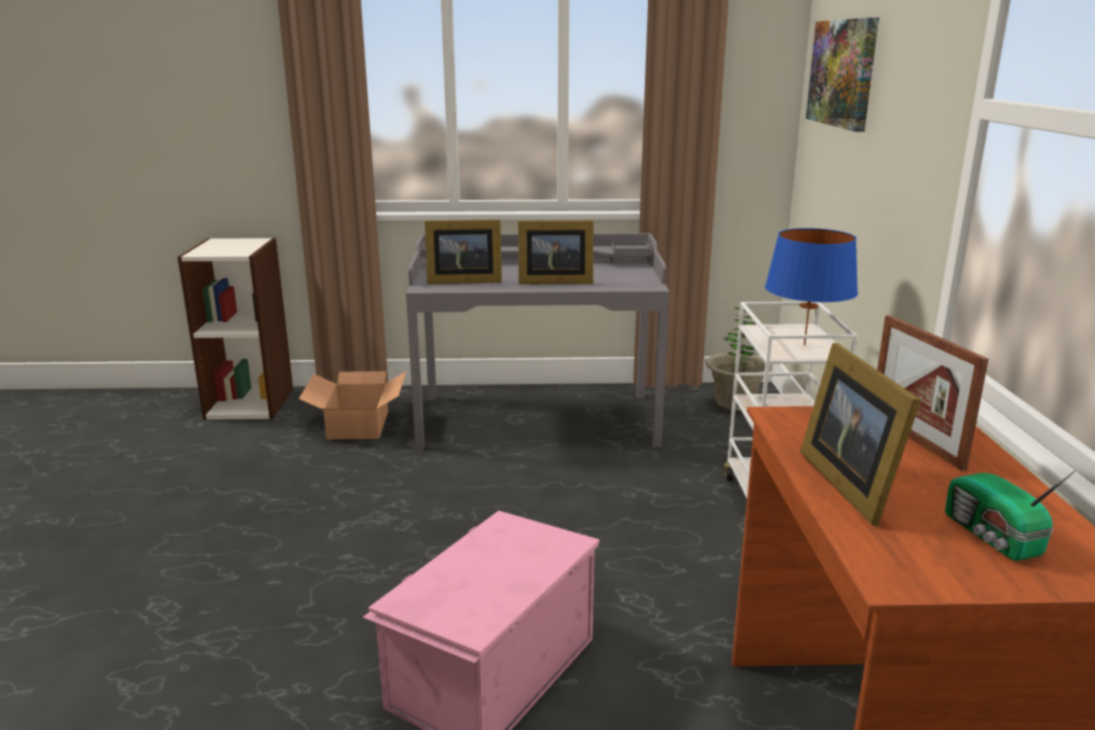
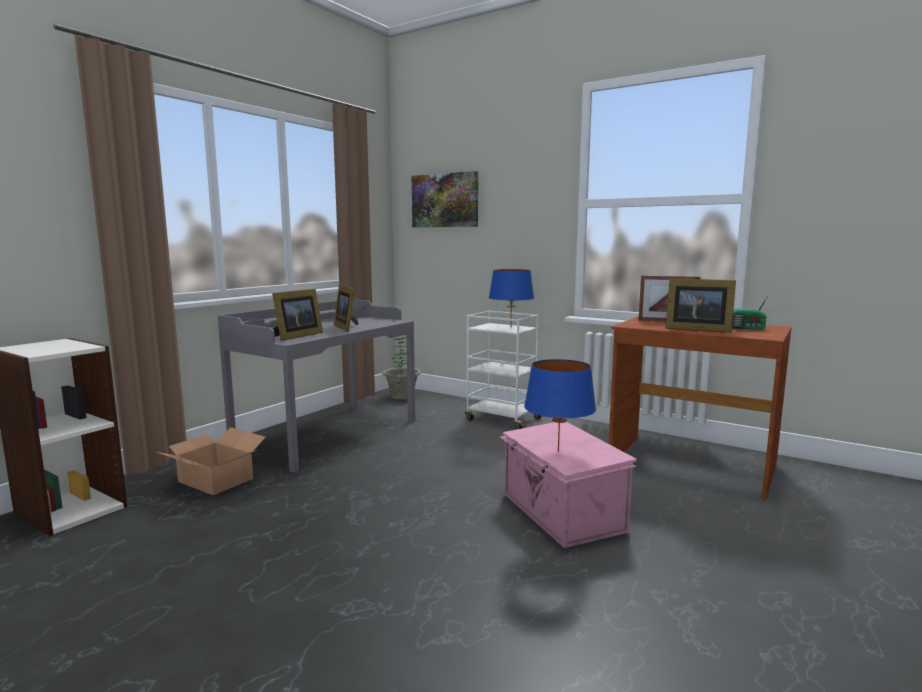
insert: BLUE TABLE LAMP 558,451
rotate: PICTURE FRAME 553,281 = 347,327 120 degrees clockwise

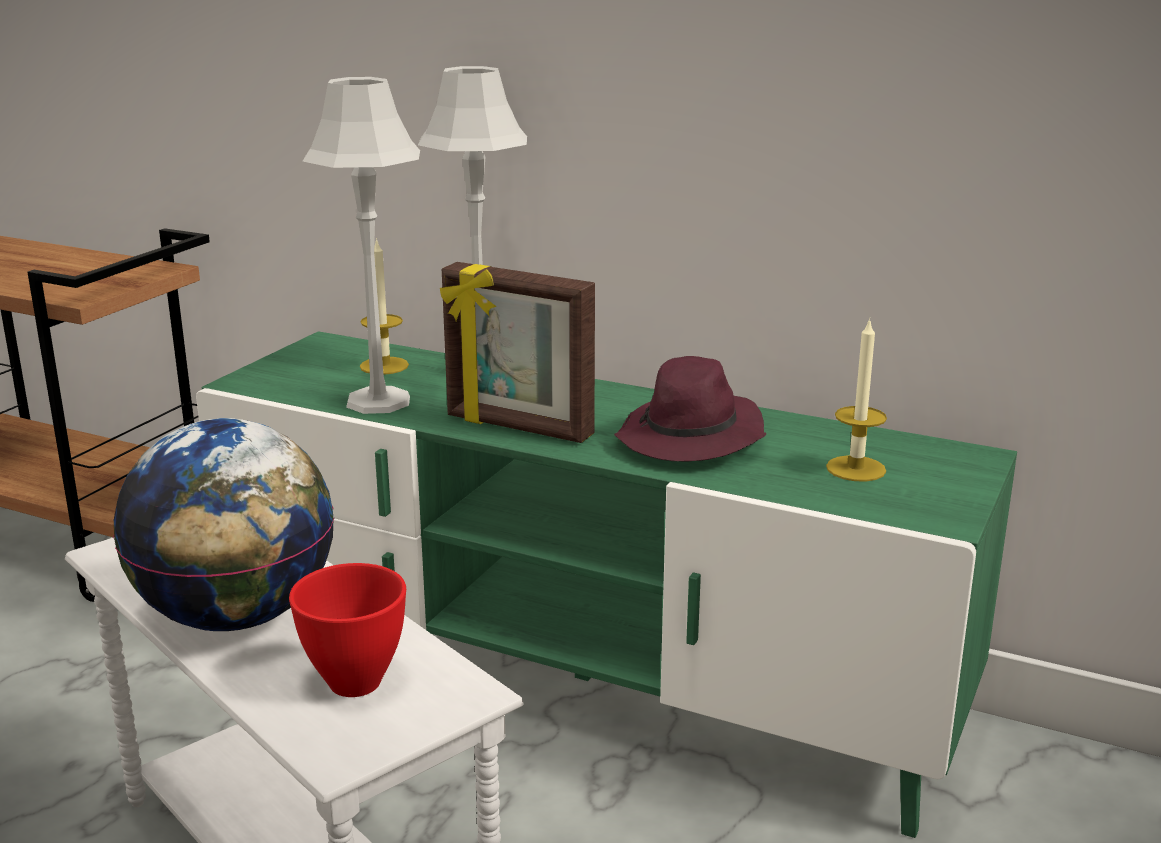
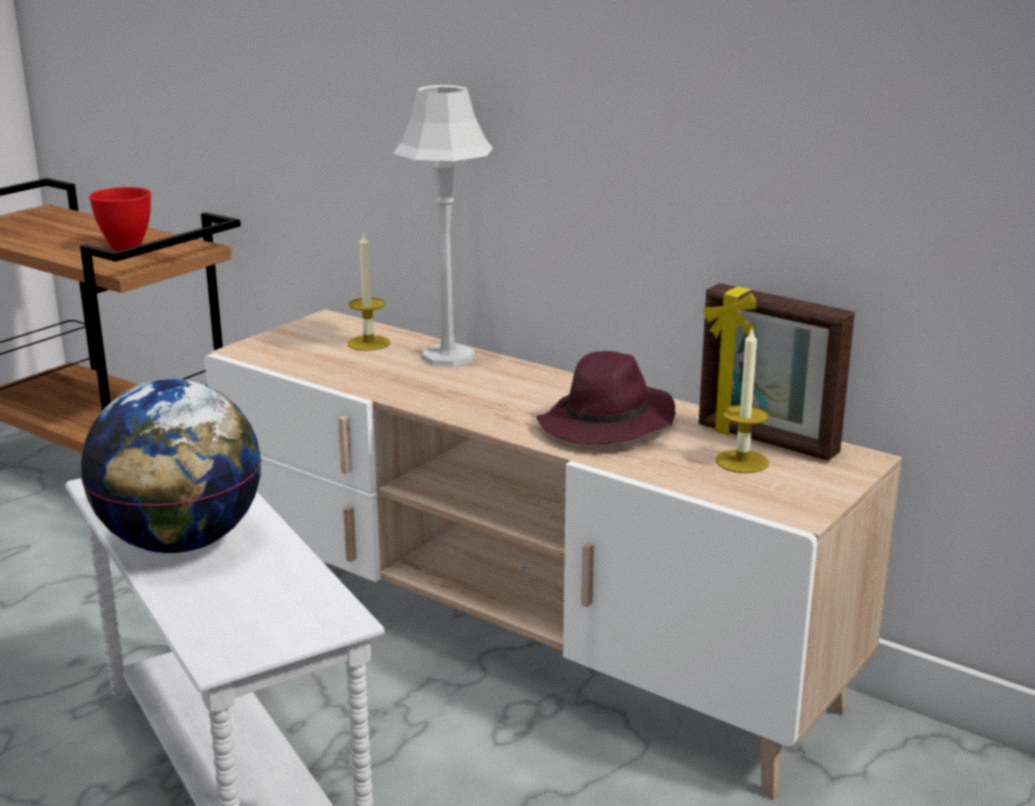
delete: GREY TABLE LAMP 379,401
move: RED BOWL 352,684 to 125,248; PICTURE FRAME 518,427 to 766,441
recolor: GREEN TV STAND 581,679 to BEIGE TV STAND 518,634

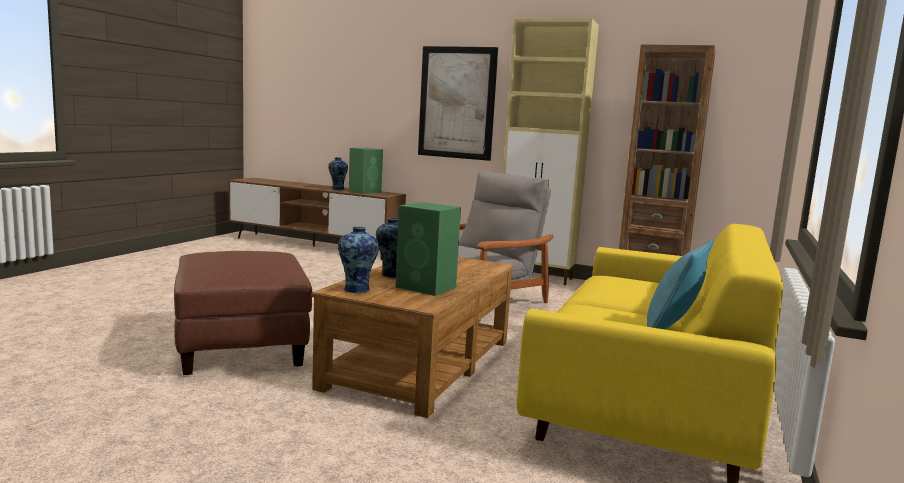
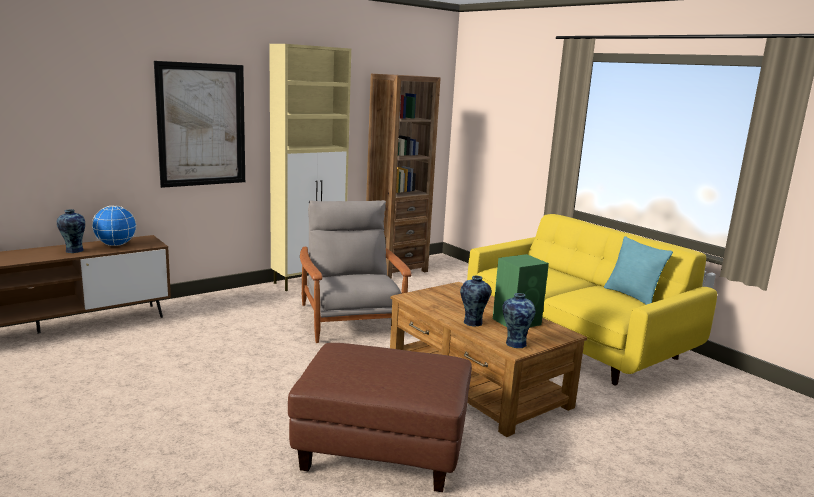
replace: GREEN SPEAKER 365,192 to GLOBE 115,245

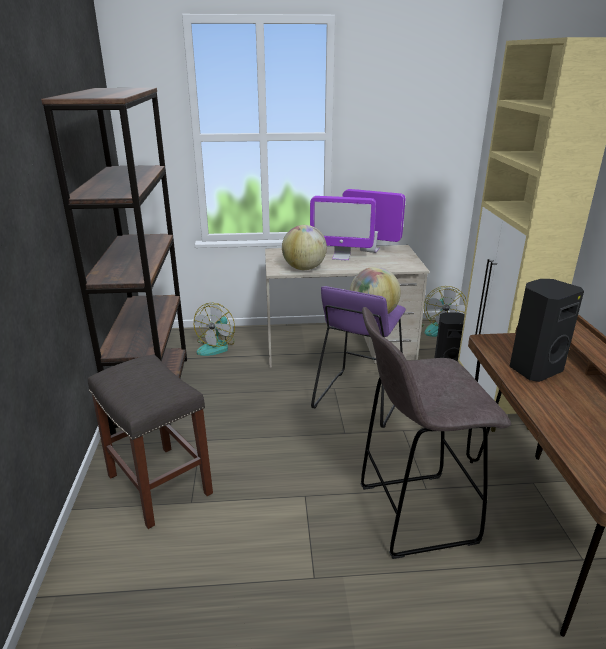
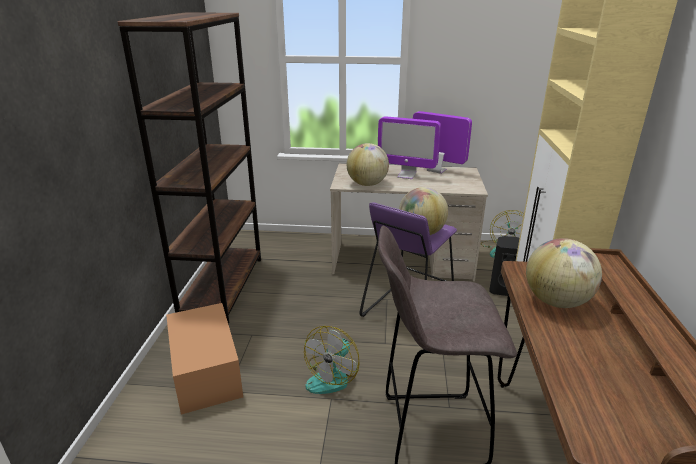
move: FAN 216,346 to 333,376
replace: GREY STOOL 161,485 to CARDBOARD BOX 206,371; BLACK SPEAKER 533,369 to GLOBE 556,301

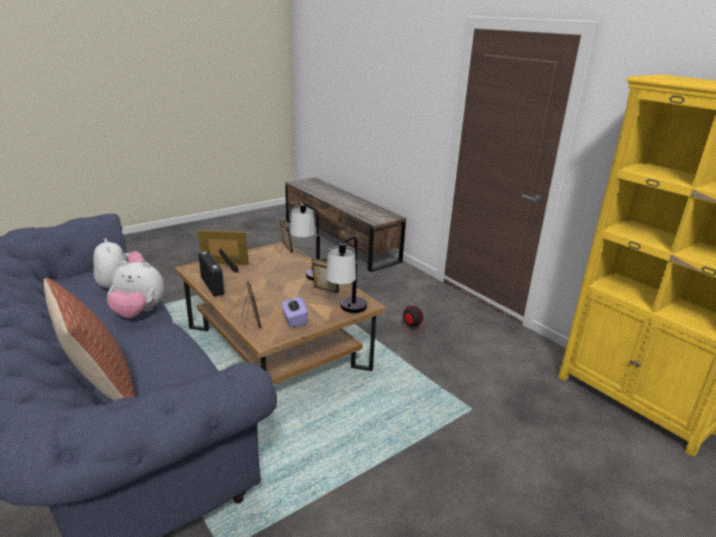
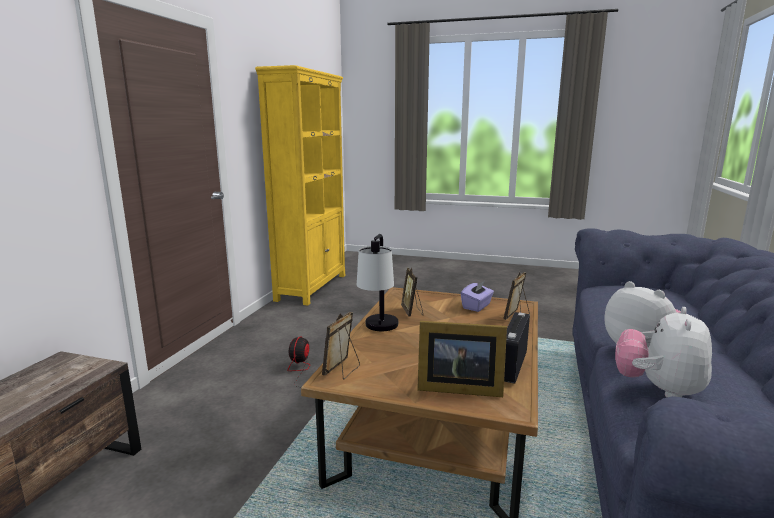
delete: PILLOW 100,388; TABLE LAMP 347,312
rotate: PICTURE FRAME 226,266 = 456,387 45 degrees counterclockwise

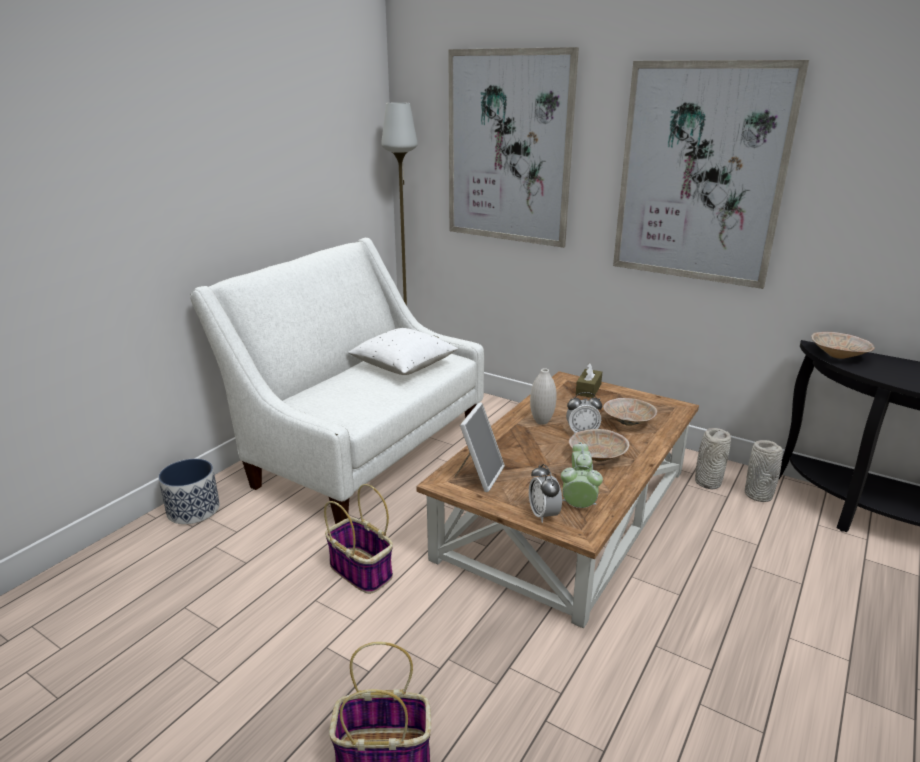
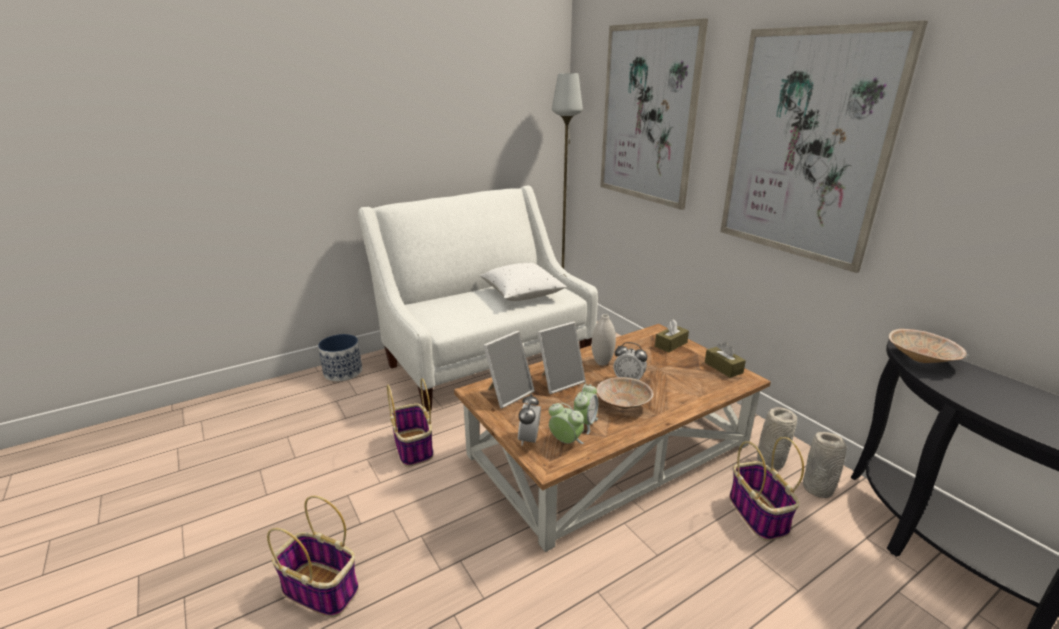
delete: BEIGE BOWL 628,422
insert: PICTURE FRAME 560,381; BROWN TISSUE BOX 723,368; BASKET 759,515

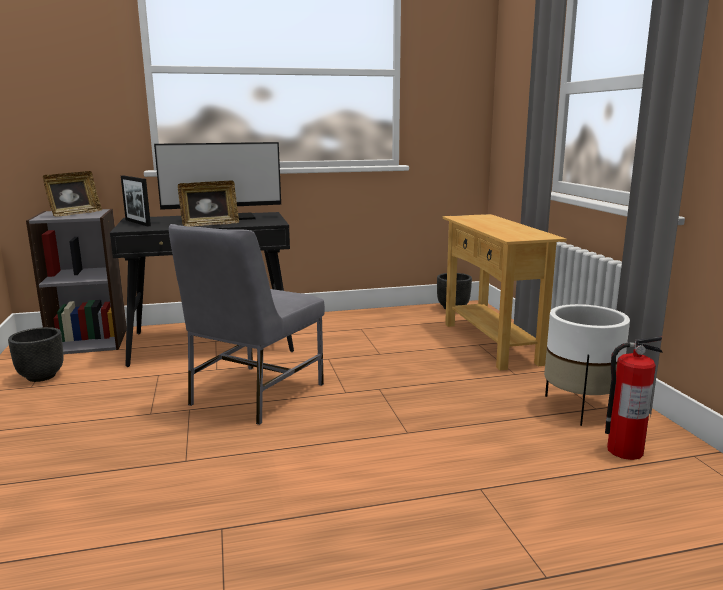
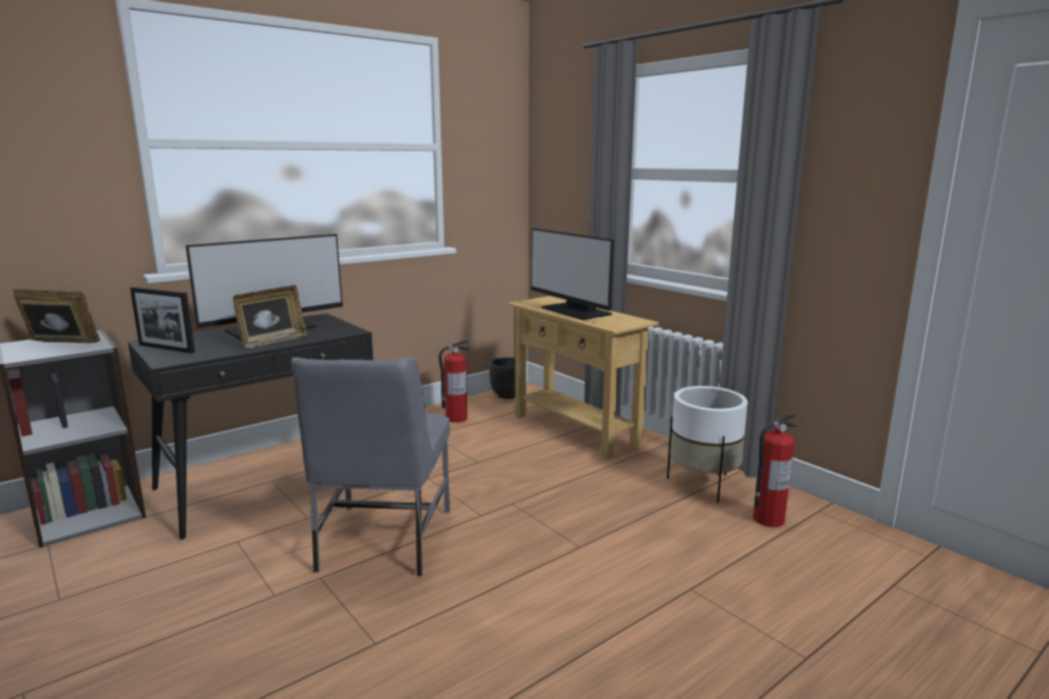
delete: BLACK PLANTER 41,376
insert: FIRE EXTINGUISHER 455,418; MONITOR 574,311
rotate: PICTURE FRAME 75,214 = 60,344 90 degrees counterclockwise

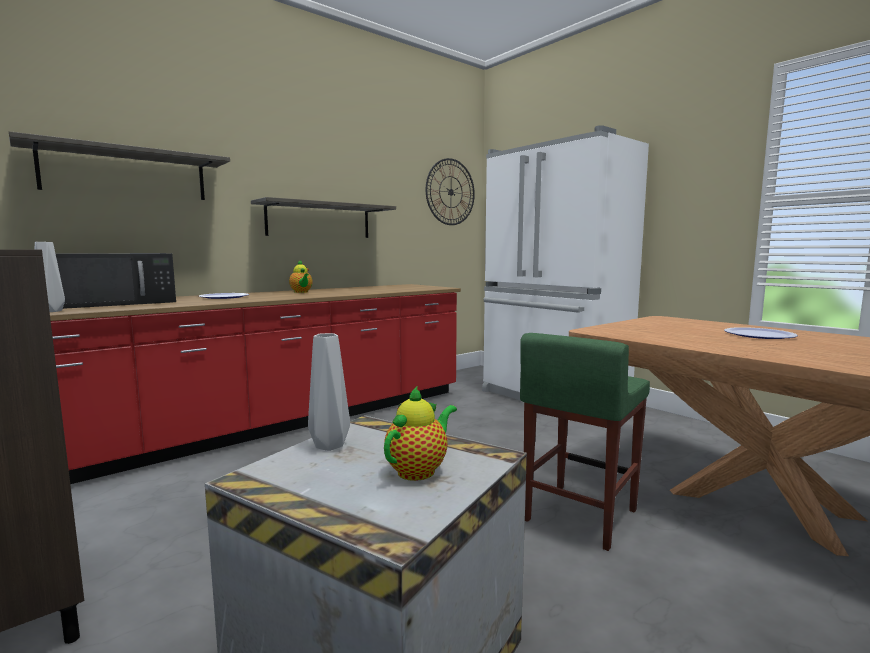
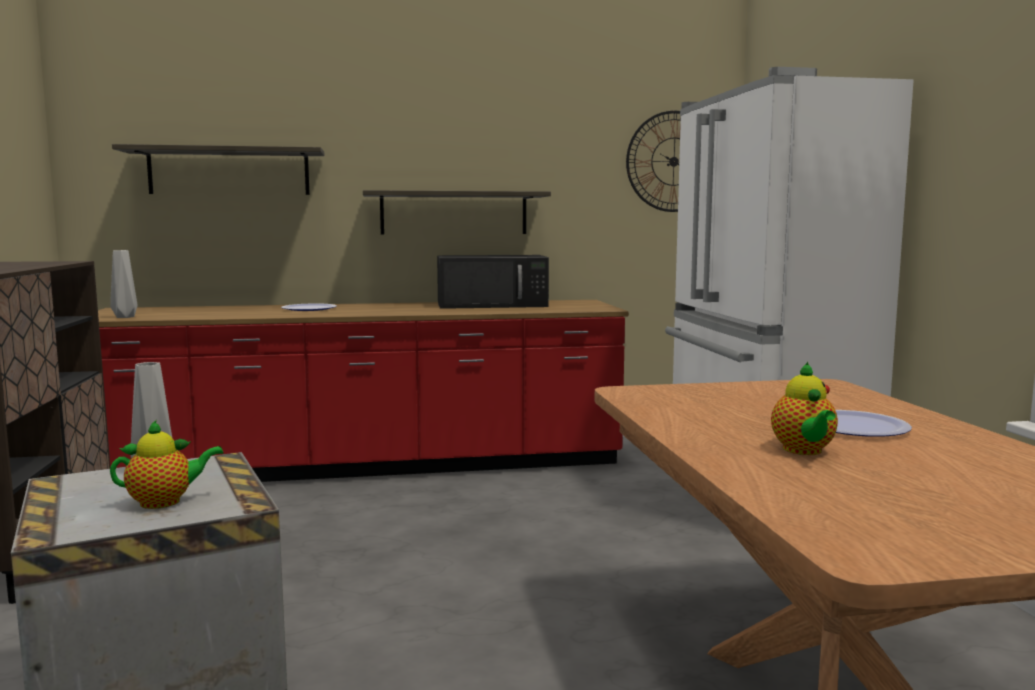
delete: GREEN STOOL 579,515
move: BLACK MICROWAVE 113,303 to 493,304; TEAPOT 301,292 to 804,451

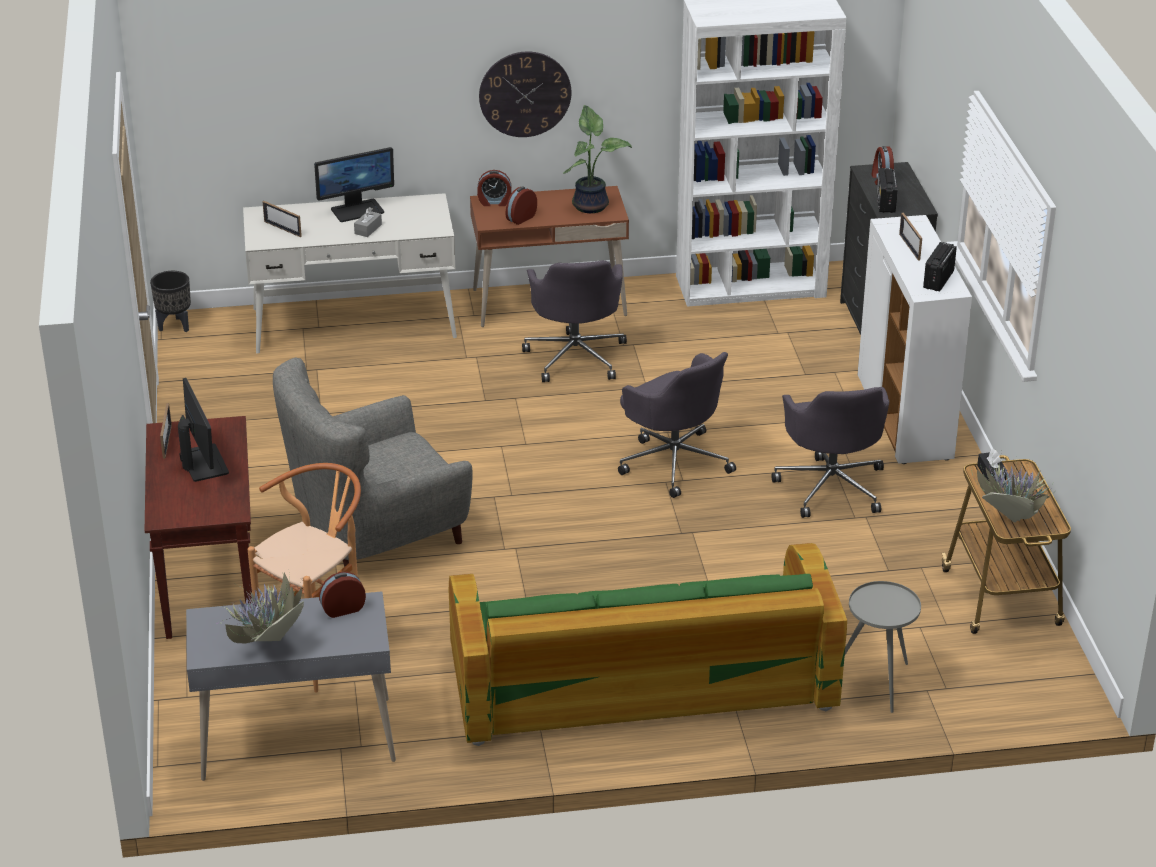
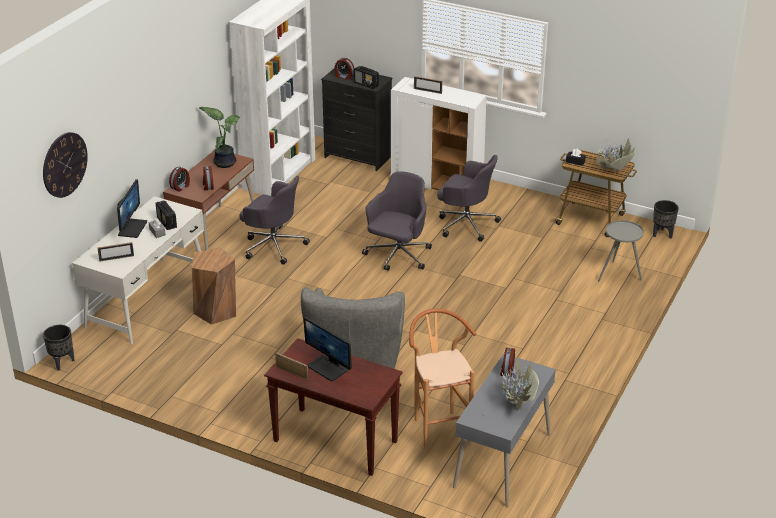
delete: GREEN SOFA 640,681
insert: BROWN STOOL 216,311; BLACK PLANTER 662,234
move: WALL CLOCK 525,94 to 64,164; RADIO 938,280 to 167,223
rotate: MONITOR 203,463 = 328,368 150 degrees counterclockwise; GREY OFFICE CHAIR 674,461 = 397,256 60 degrees counterclockwise

